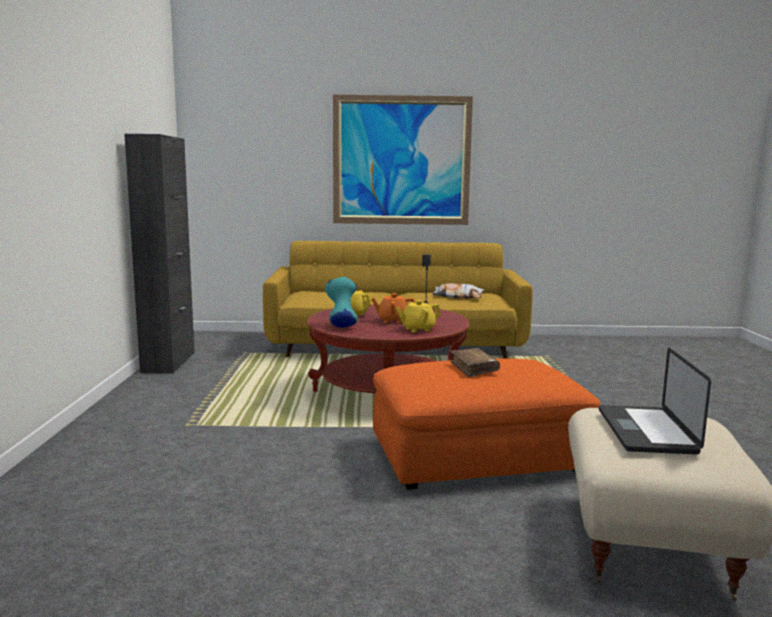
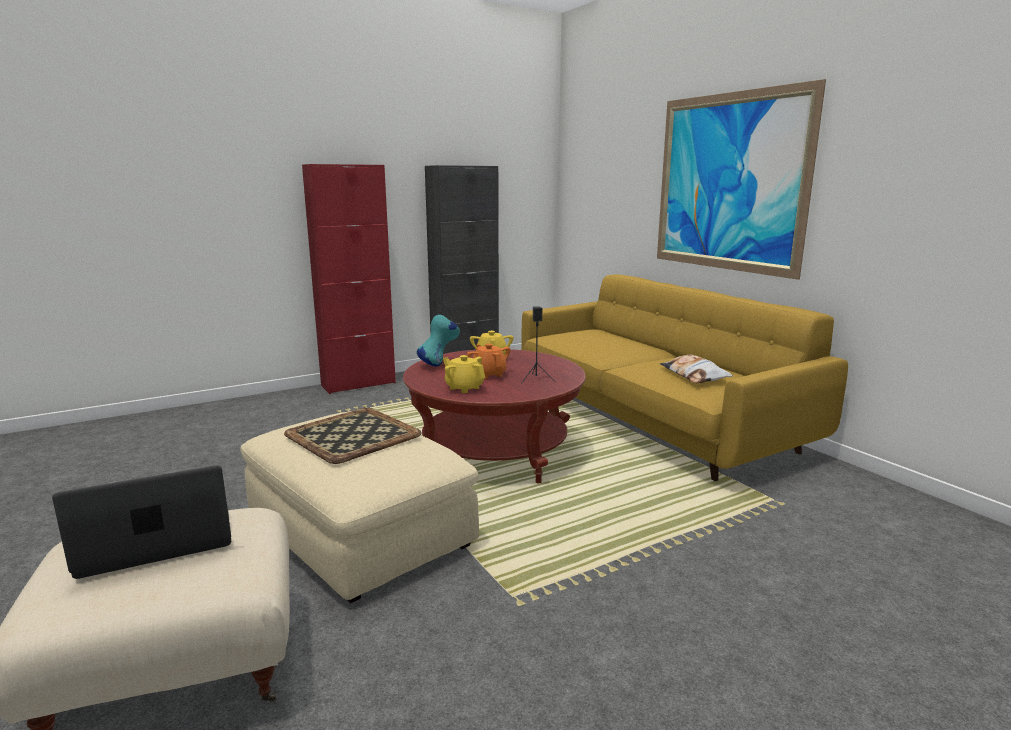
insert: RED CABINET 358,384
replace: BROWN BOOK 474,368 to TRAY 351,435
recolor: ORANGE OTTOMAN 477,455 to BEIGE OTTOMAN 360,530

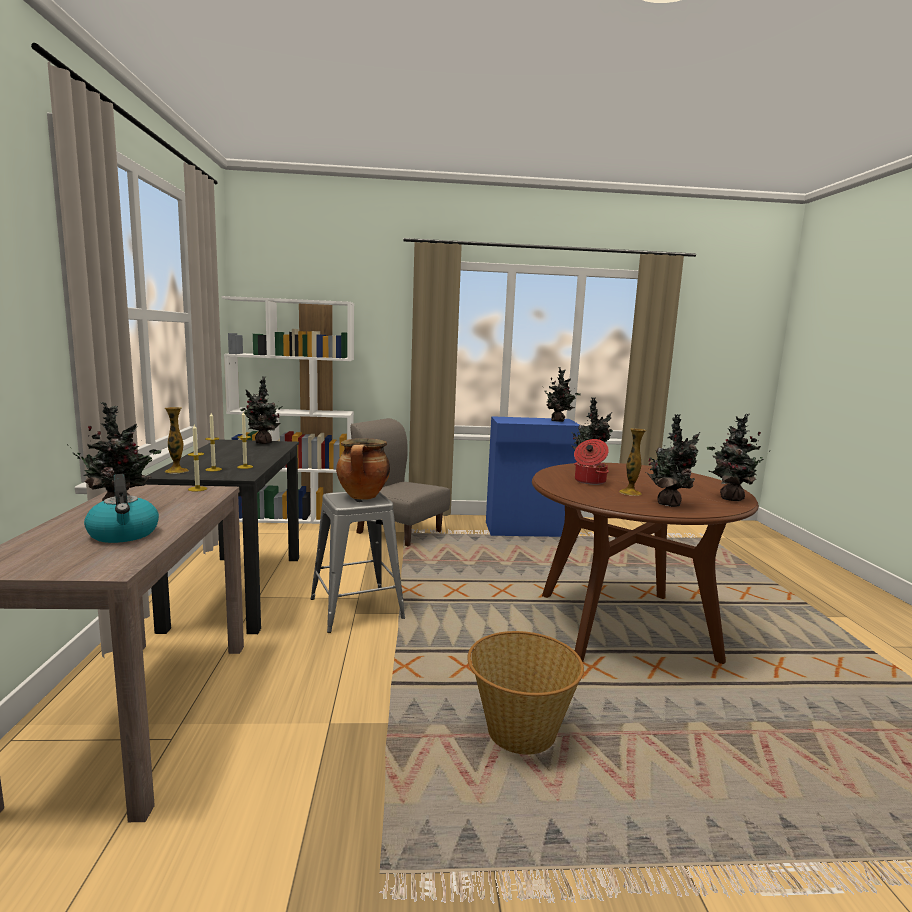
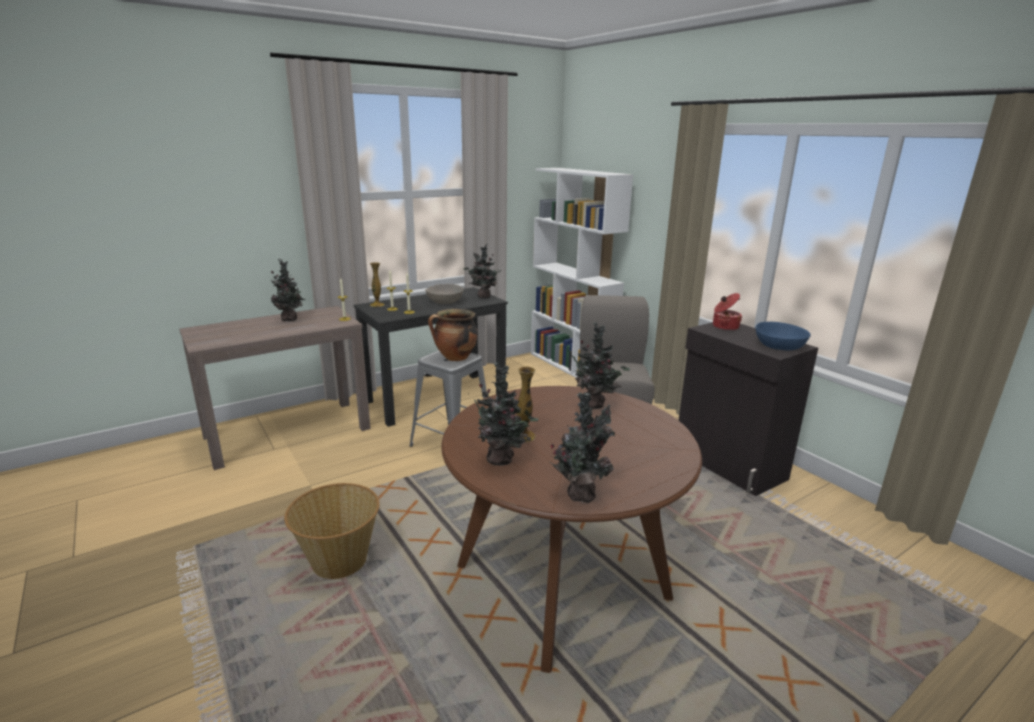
delete: KETTLE 124,534
insert: GREY BOWL 445,301
move: COOKING POT 589,481 to 724,327
replace: POTTED PLANT 559,421 to BLUE BOWL 779,346
recolor: BLUE CABINET 528,530 to BLACK CABINET 728,465

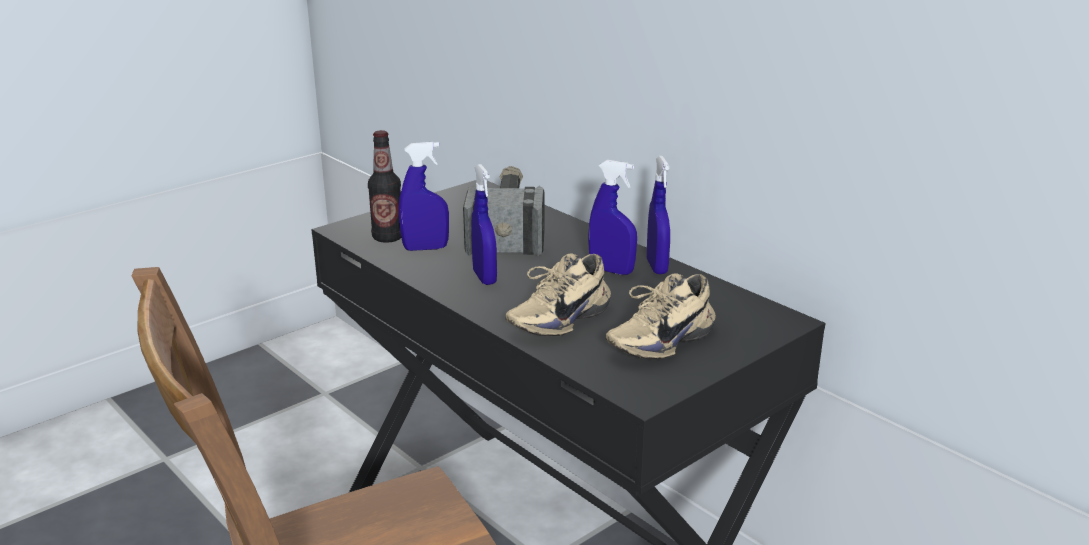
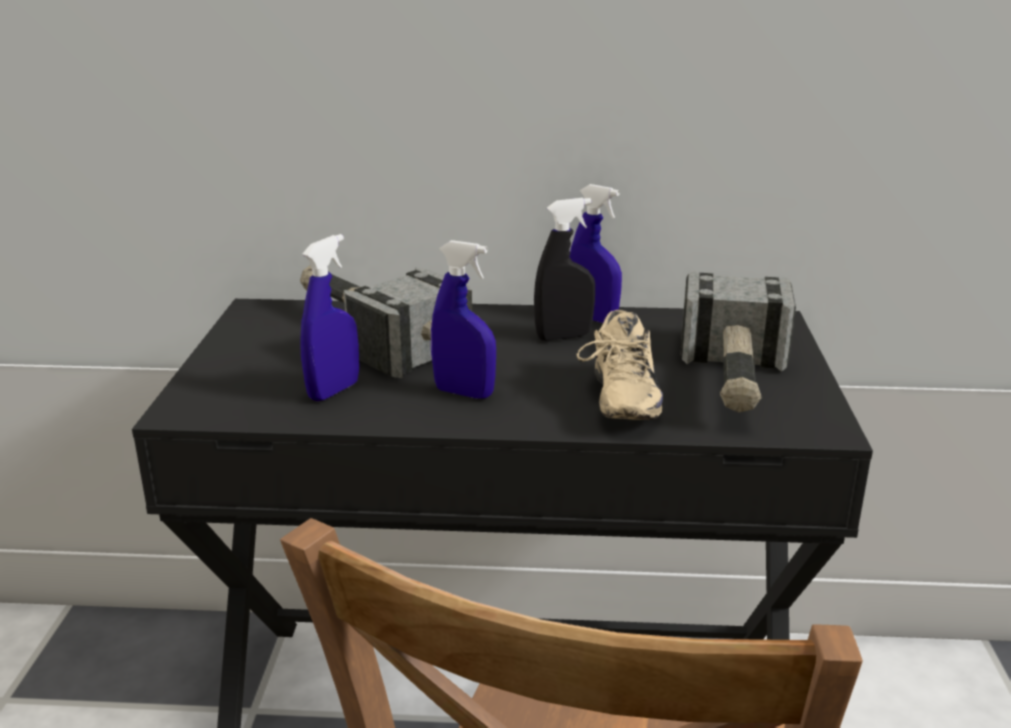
delete: BOTTLE 388,238
replace: BEIGE SHOE 658,341 to HAMMER 734,379
recolor: BLUE SPRAY BOTTLE 611,270 to BLACK SPRAY BOTTLE 563,336

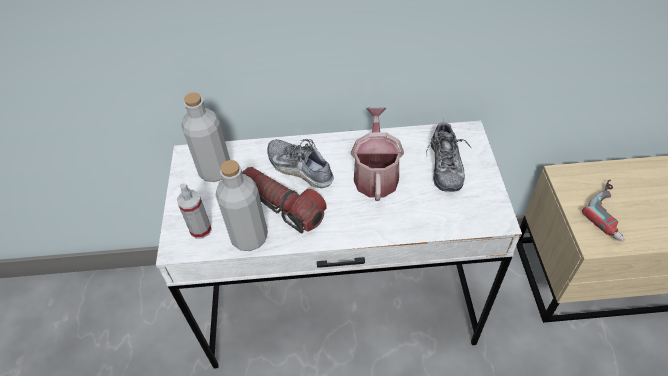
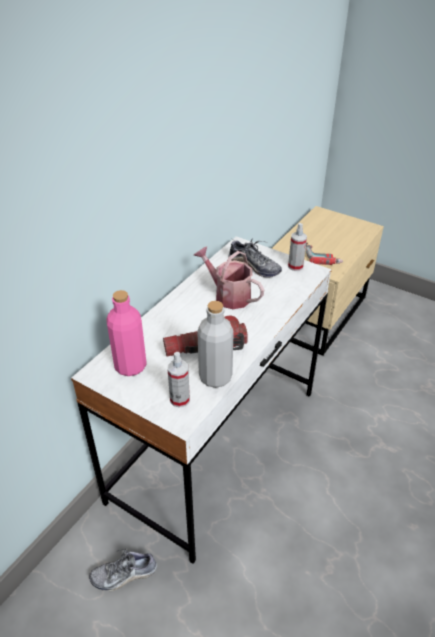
insert: SPRAY BOTTLE 295,266
move: SHOE 299,168 to 124,574
recolor: GREY BOTTLE 215,171 to PINK BOTTLE 130,366

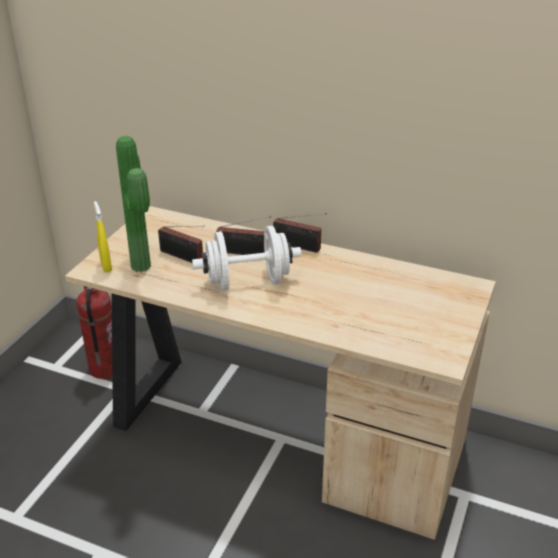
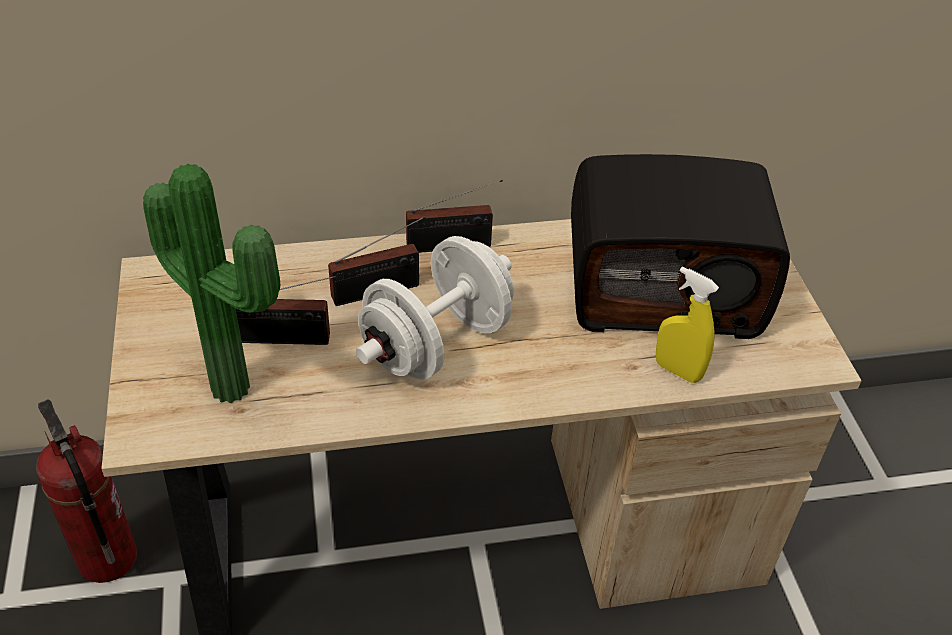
insert: RADIO 663,288
move: YELLOW SPRAY BOTTLE 106,266 to 677,371

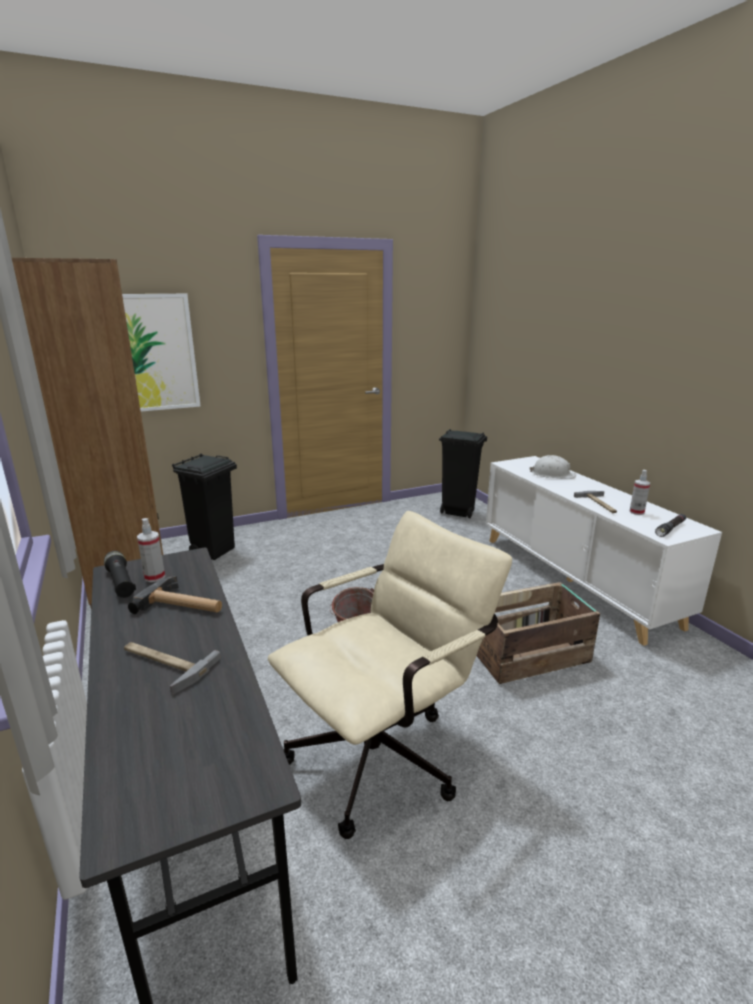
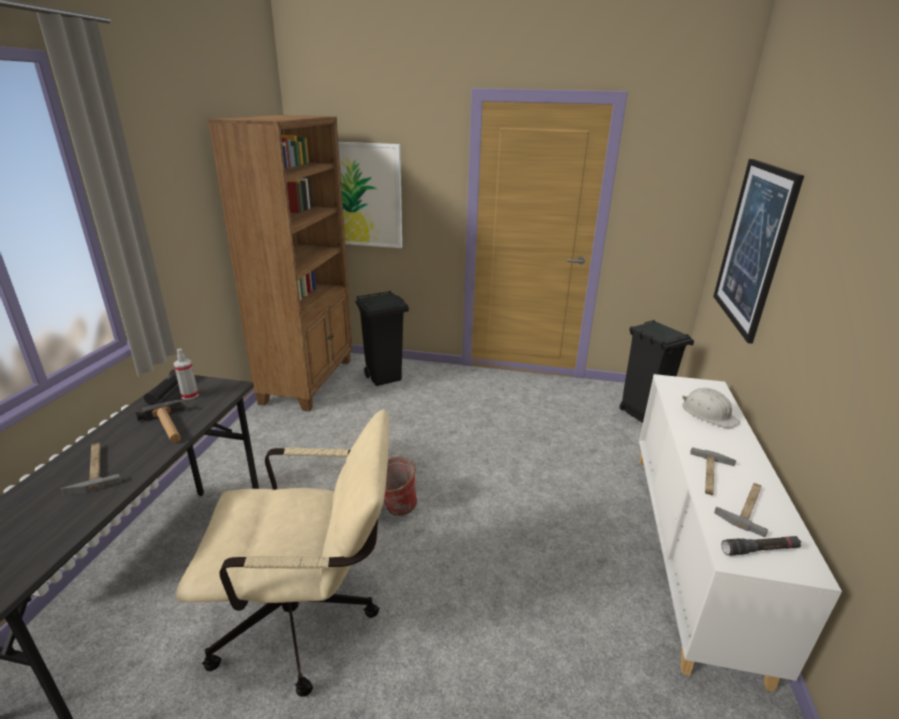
delete: CRATE 530,654
insert: PICTURE 753,247
replace: SPRAY BOTTLE 636,512 to HAMMER 746,506

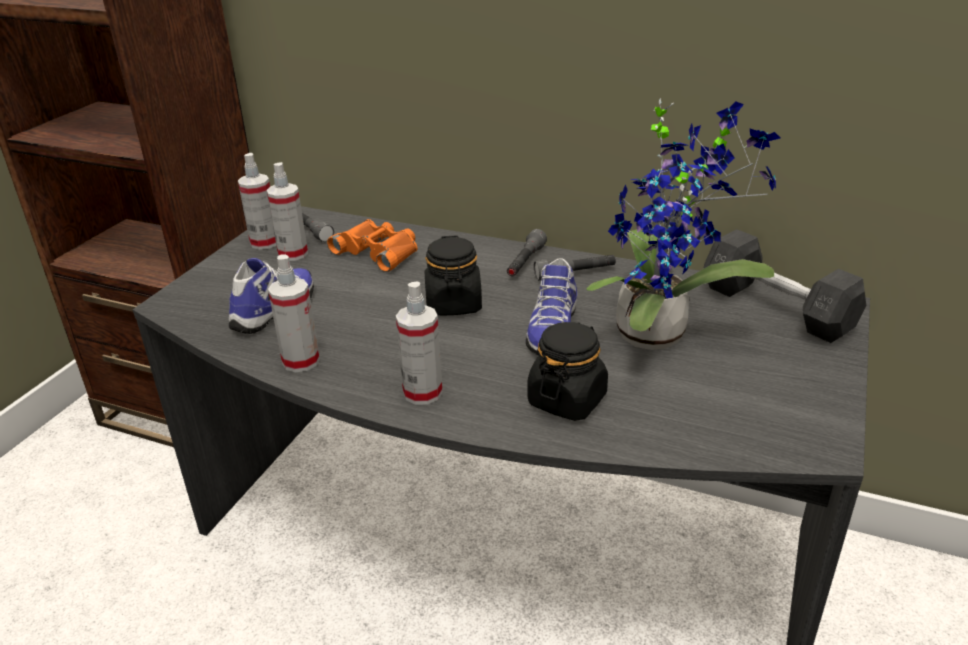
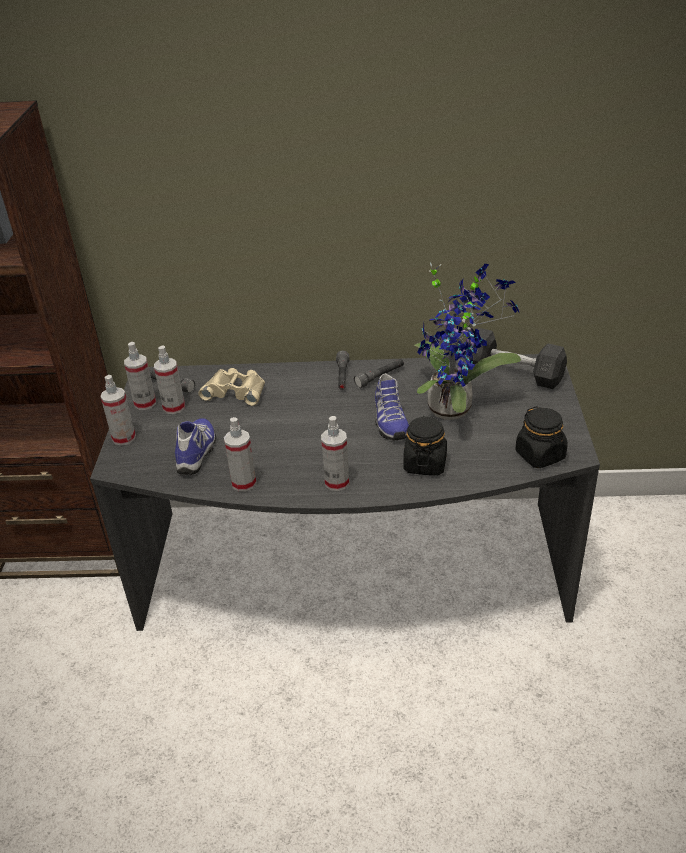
insert: SPRAY BOTTLE 124,438
move: BLACK JAR 454,304 to 540,455
recolor: ORANGE BINOCULARS 379,251 to BEIGE BINOCULARS 235,391

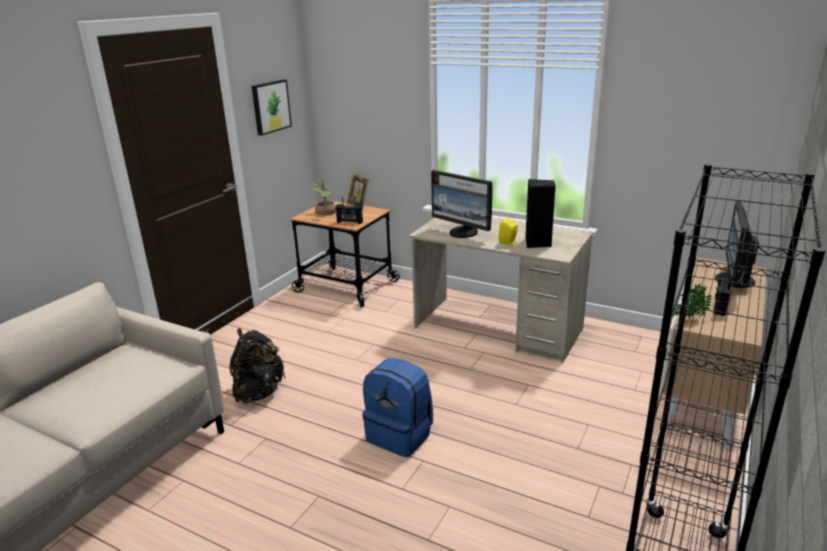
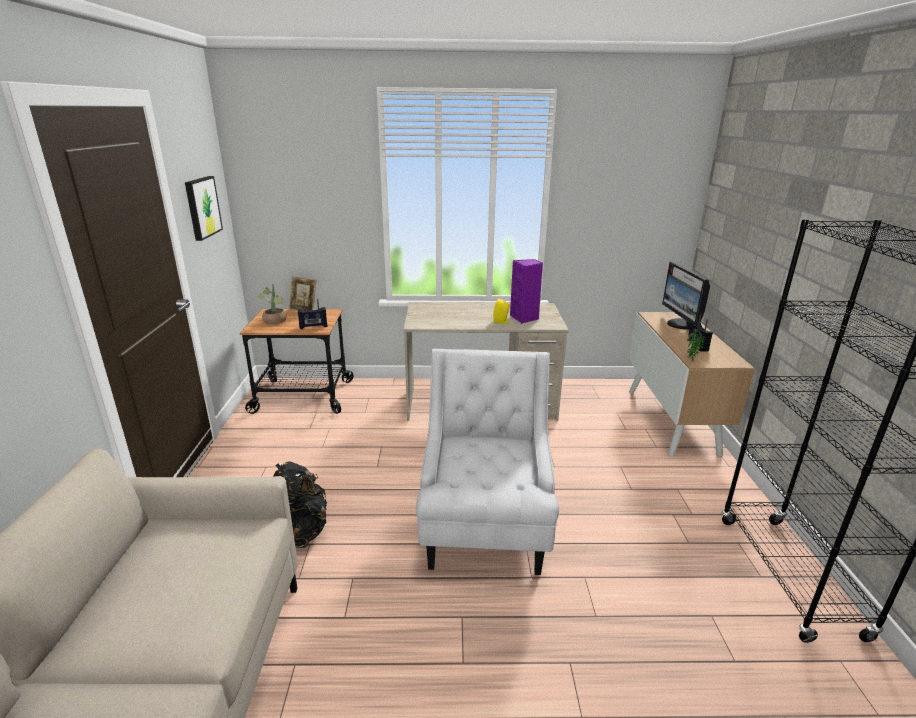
delete: MONITOR 463,233
replace: BLUE BACKPACK 400,435 to WHITE ARMCHAIR 485,526
recolor: BLACK SPEAKER 538,243 to PURPLE SPEAKER 525,318

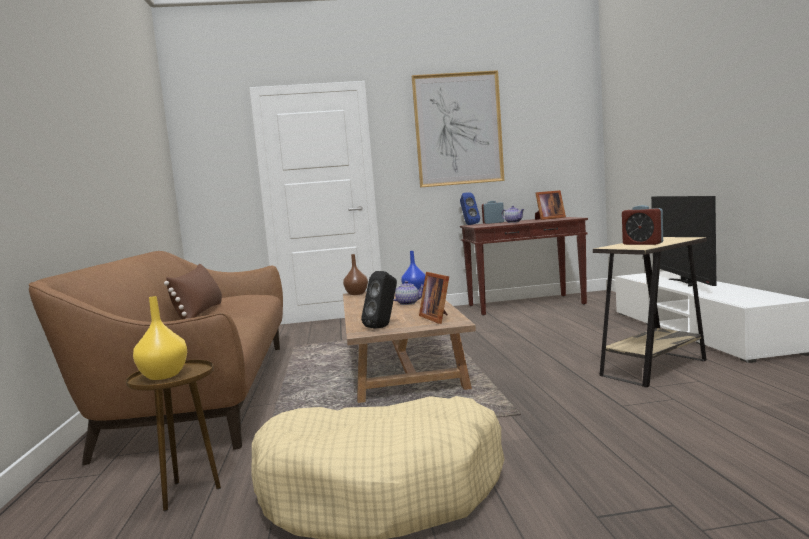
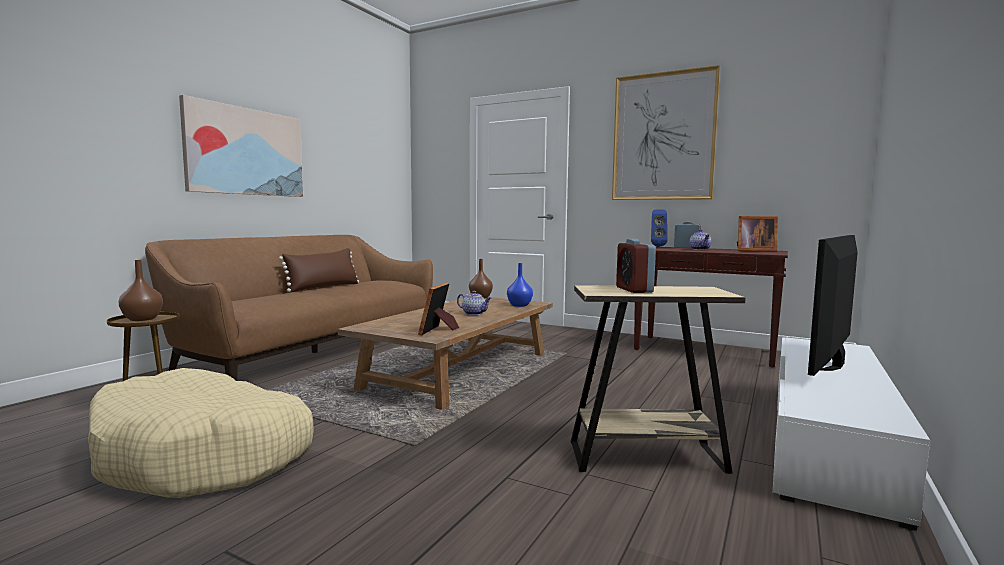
delete: BLACK SPEAKER 383,327
insert: PICTURE 245,151
recolor: YELLOW VASE 163,376 to BROWN VASE 141,319

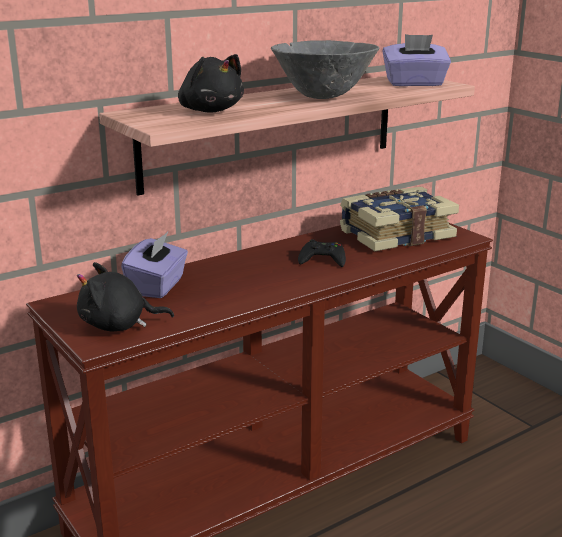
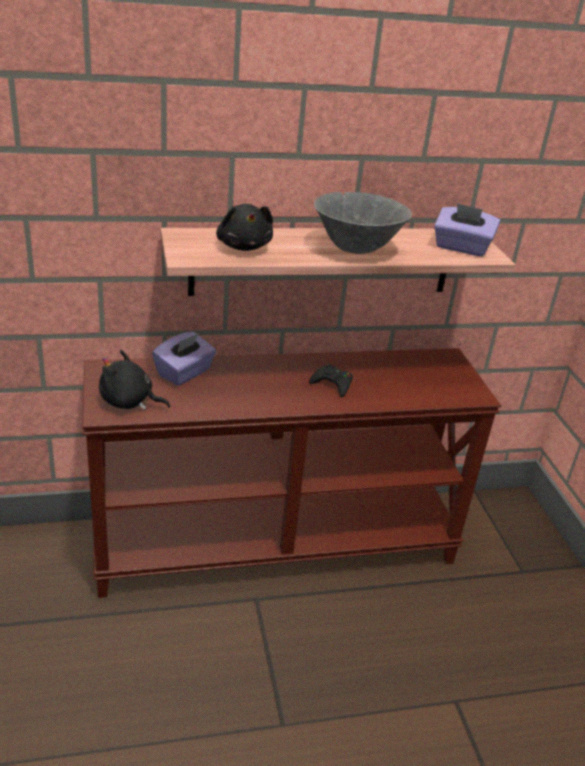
delete: BOOK 395,234

